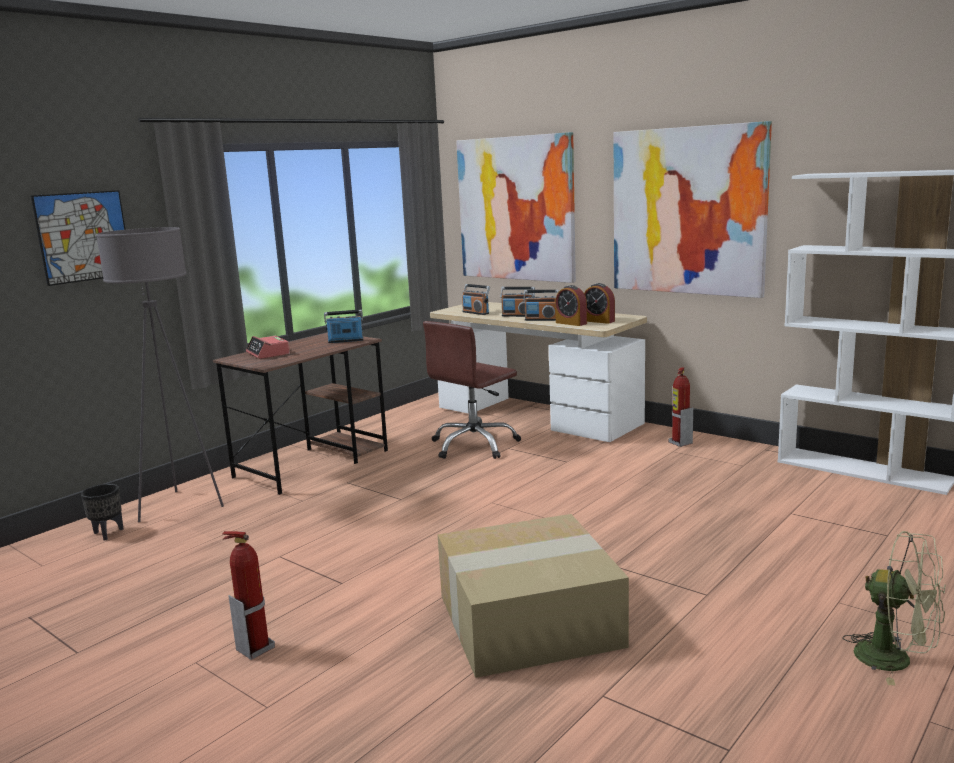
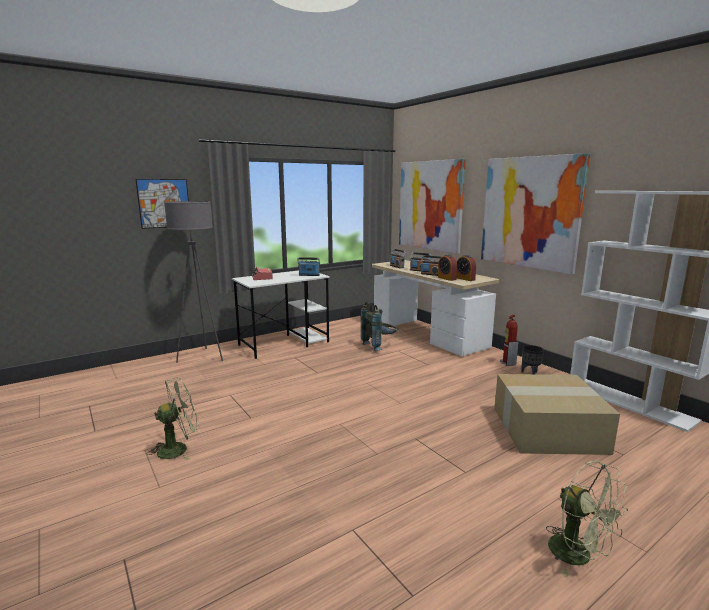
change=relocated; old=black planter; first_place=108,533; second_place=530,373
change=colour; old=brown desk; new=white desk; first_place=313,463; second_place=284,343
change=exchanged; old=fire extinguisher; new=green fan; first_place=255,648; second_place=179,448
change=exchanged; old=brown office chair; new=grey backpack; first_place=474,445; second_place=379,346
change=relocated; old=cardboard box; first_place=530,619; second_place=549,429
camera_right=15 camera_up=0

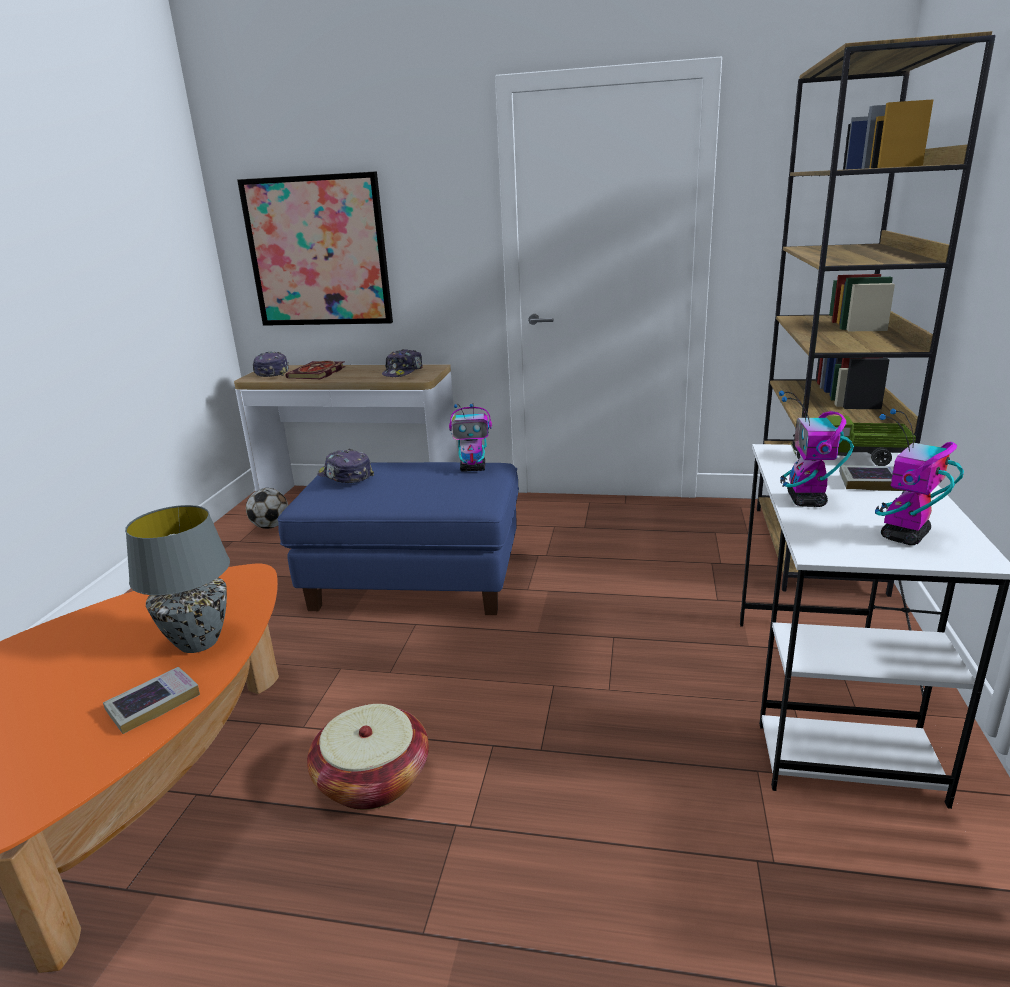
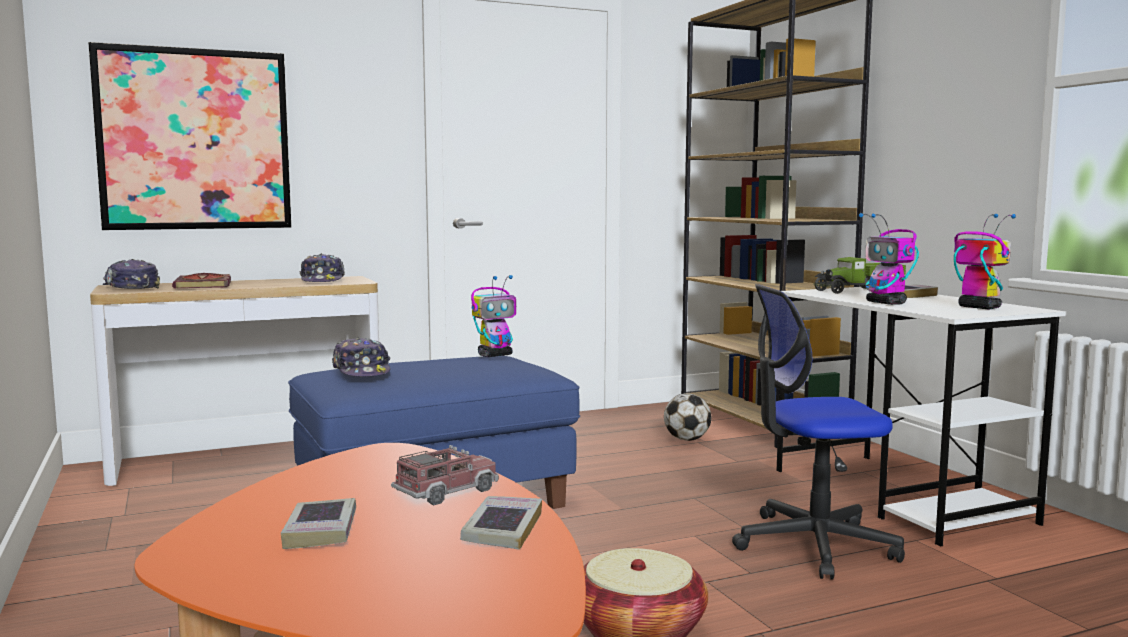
change=exchanged; old=grey table lamp; new=toy truck; first_place=198,642; second_place=446,492
change=relocated; old=football; first_place=270,526; second_place=687,439
change=spun; old=cap; first_place=345,476; second_place=362,371; degrees=-120
change=spun; old=toy robot; first_place=904,536; second_place=978,307; degrees=135
change=appeared; new=book; second_place=321,530
change=appeared; new=office chair; second_place=814,544
camera_right=-35 camera_up=-15

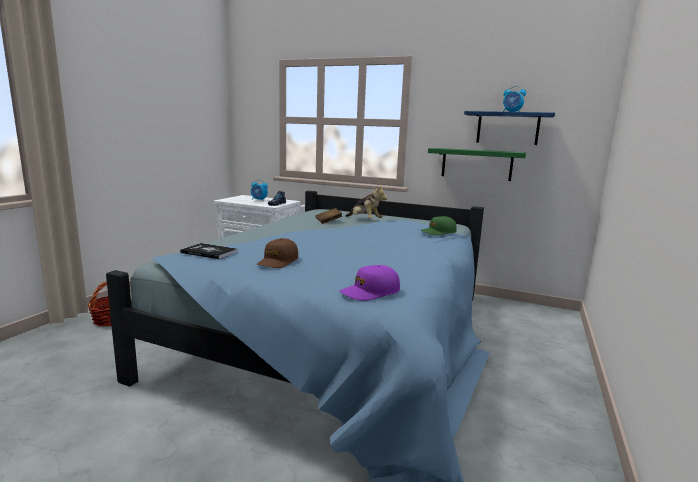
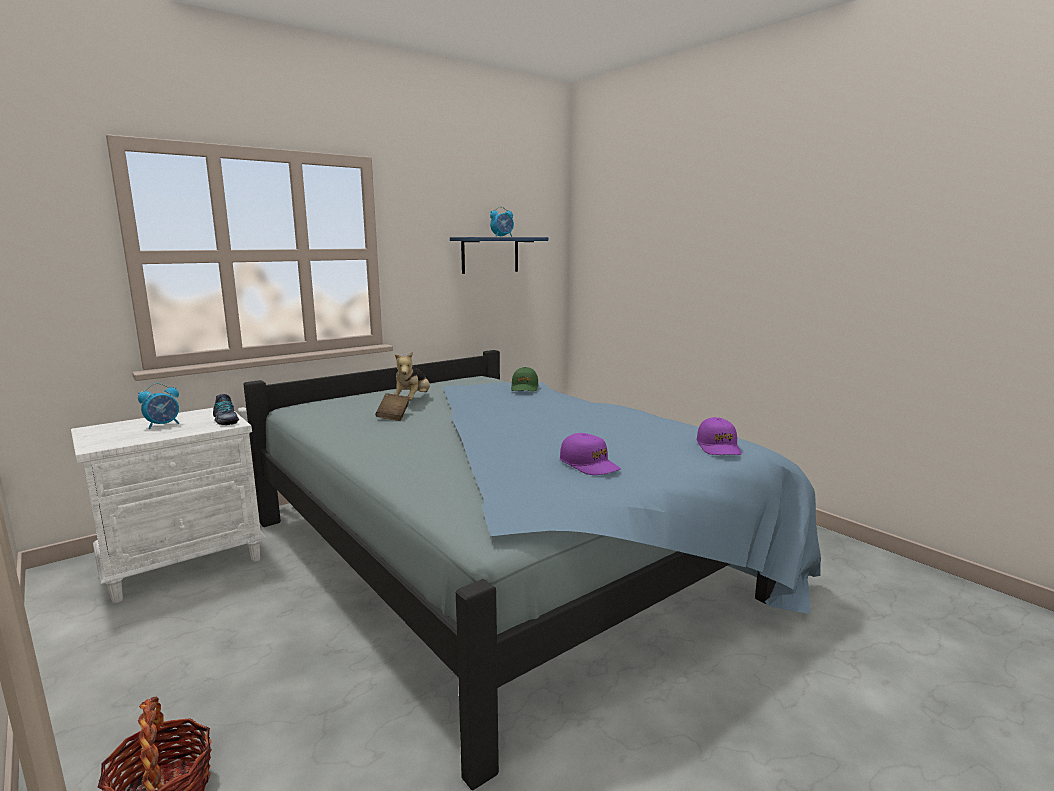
change=missing; old=book; first_place=209,252
change=colour; old=brown cap; new=purple cap; first_place=278,262; second_place=589,465
change=spun; old=plush toy; first_place=365,220; second_place=413,401; degrees=120
change=missing; old=green shelf; first_place=476,164
camera_right=-60 camera_up=0

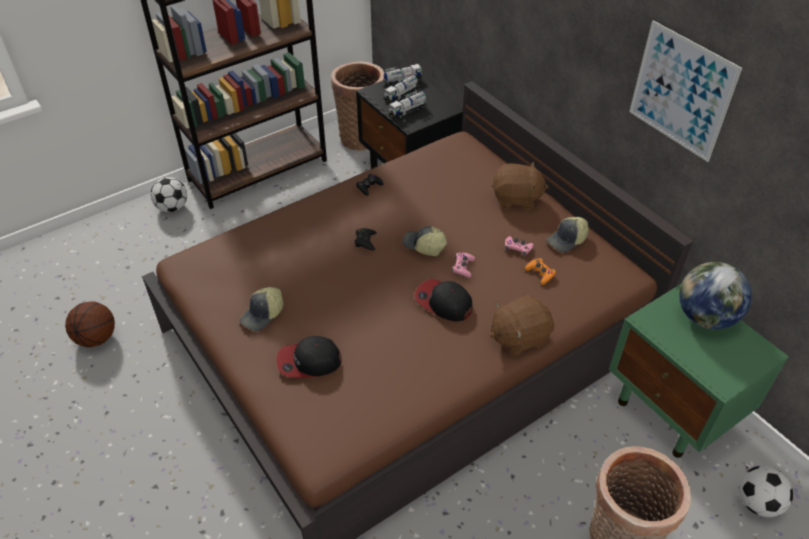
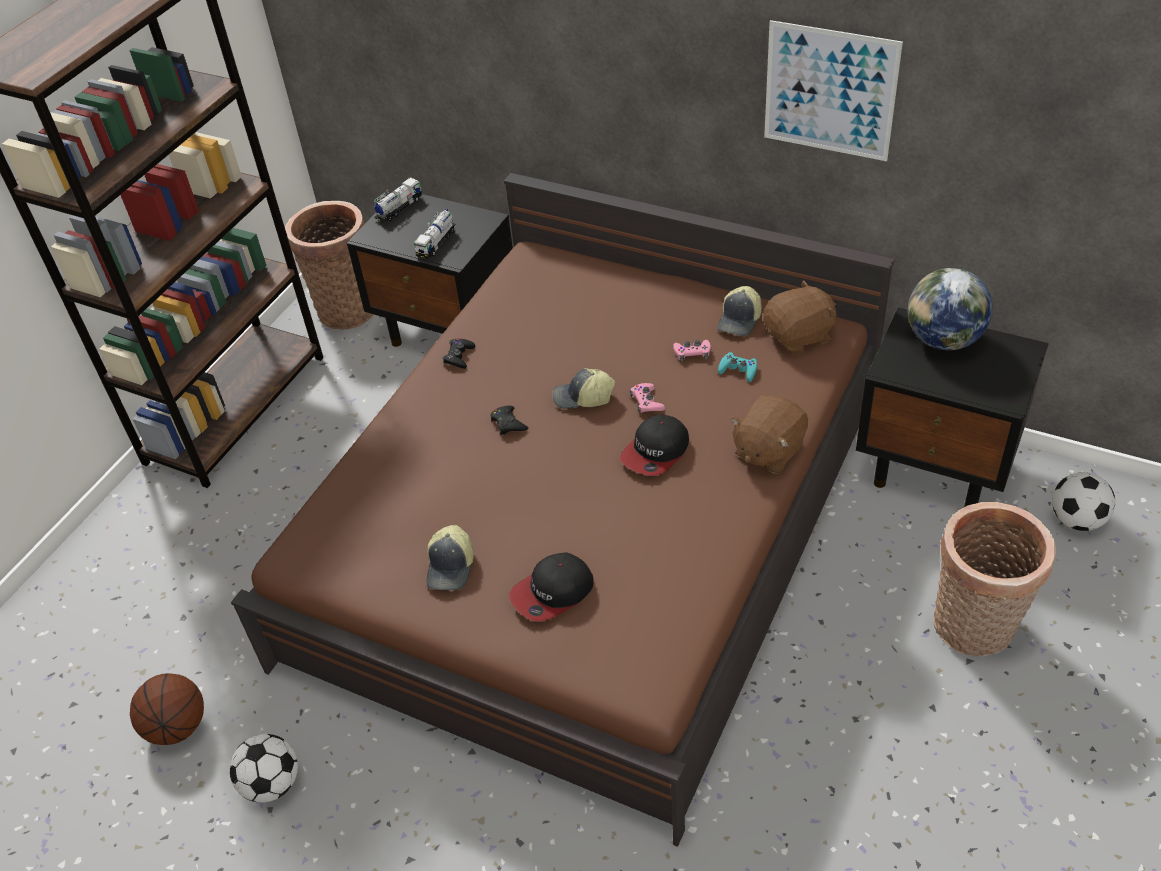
change=relocated; old=football; first_place=172,207; second_place=272,784
change=missing; old=toy truck; first_place=401,95
change=spun; old=cap; first_place=443,302; second_place=656,452; degrees=-60
change=relocated; old=brown plush toy; first_place=516,199; second_place=799,336
change=colour; old=orange game controller; new=turquoise game controller; first_place=540,273; second_place=738,370
change=colour; old=green nightstand; new=black nightstand; first_place=673,411; second_place=937,467
camera_right=-25 camera_up=0

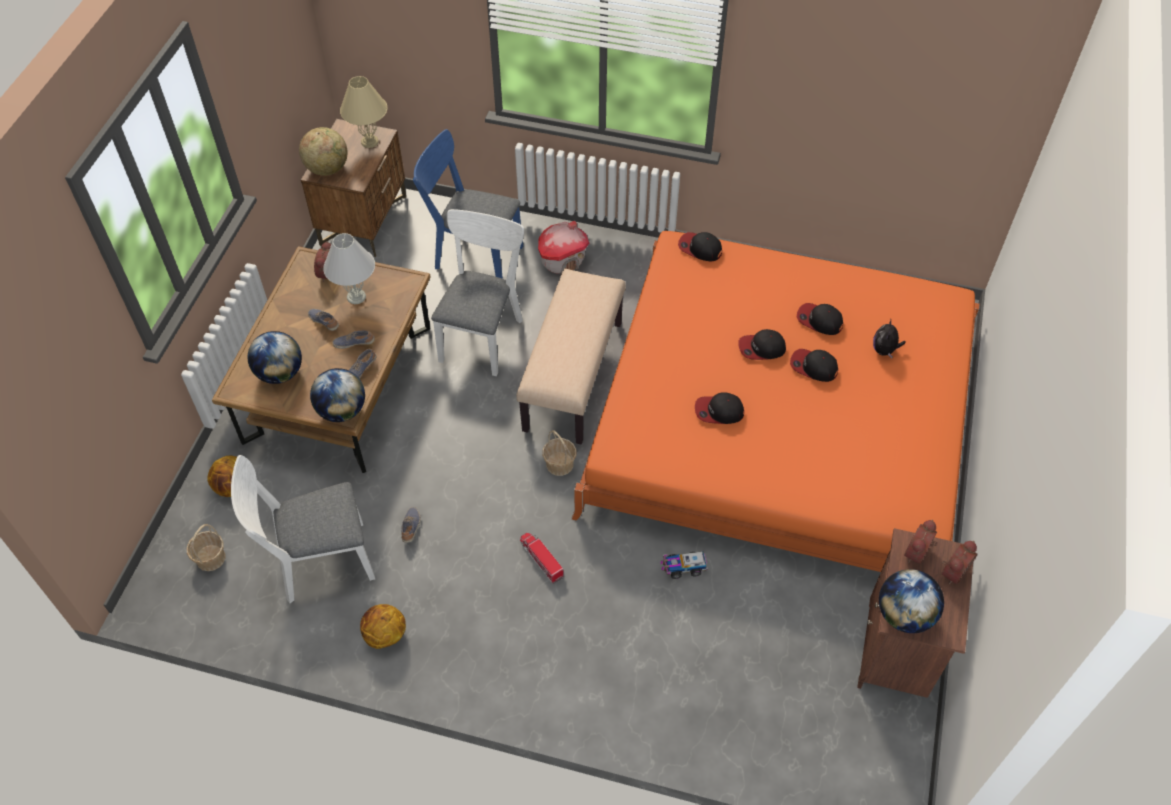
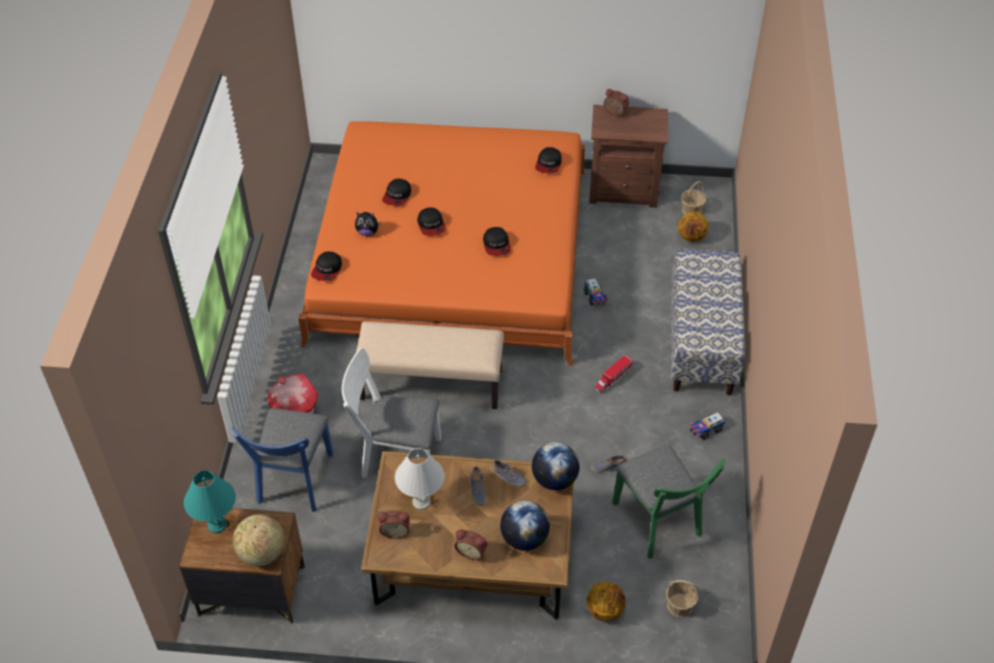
change=colour; old=white chair; new=green chair; first_place=317,562; second_place=660,524
change=missing; old=shoe; first_place=324,322
change=colour; old=beige table lamp; new=turquoise table lamp; first_place=369,142; second_place=217,525
change=relocated; old=basketball; first_place=385,635; second_place=691,237
change=relocated; old=basket; first_place=559,464; second_place=692,210
change=relocated; old=cap; first_place=813,367; second_place=548,164
change=relocated; old=plush toy; first_place=884,350; second_place=367,232
change=missing; old=globe; first_place=904,615
change=relocated; old=alarm clock; first_place=918,554; second_place=471,551
change=appeared; new=bench; second_place=702,343
change=appeared; new=toy truck; second_place=706,429
camera_right=-100 camera_up=-5

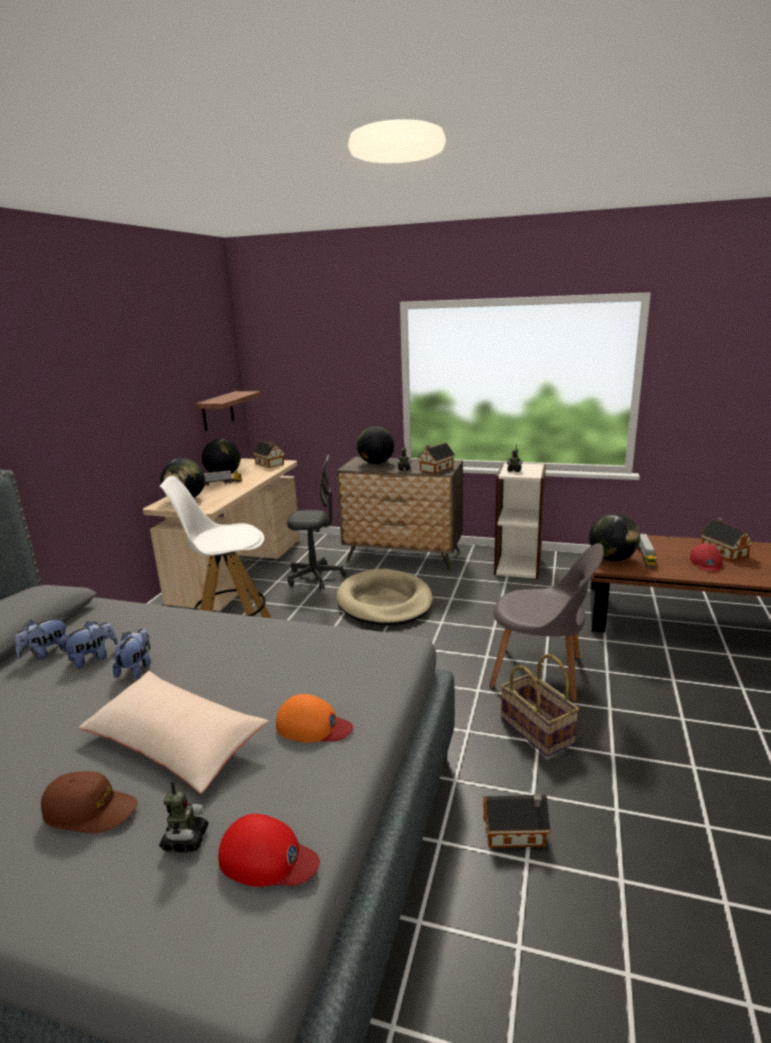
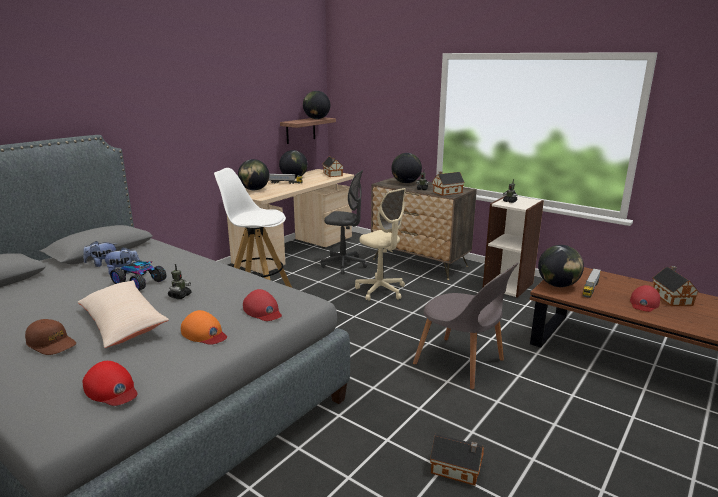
change=exchanged; old=plush toy; new=toy car; first_place=137,669; second_place=140,282
change=relocated; old=toy robot; first_place=185,840; second_place=180,296
change=exchanged; old=beige dog bed; new=beige office chair; first_place=384,602; second_place=380,290
change=relocated; old=toy house; first_place=517,832; second_place=457,470
change=missing; old=basket; first_place=537,730
change=appeared; new=red cap; second_place=263,311
change=appeared; new=globe; second_place=317,119
camera_right=20 camera_up=0

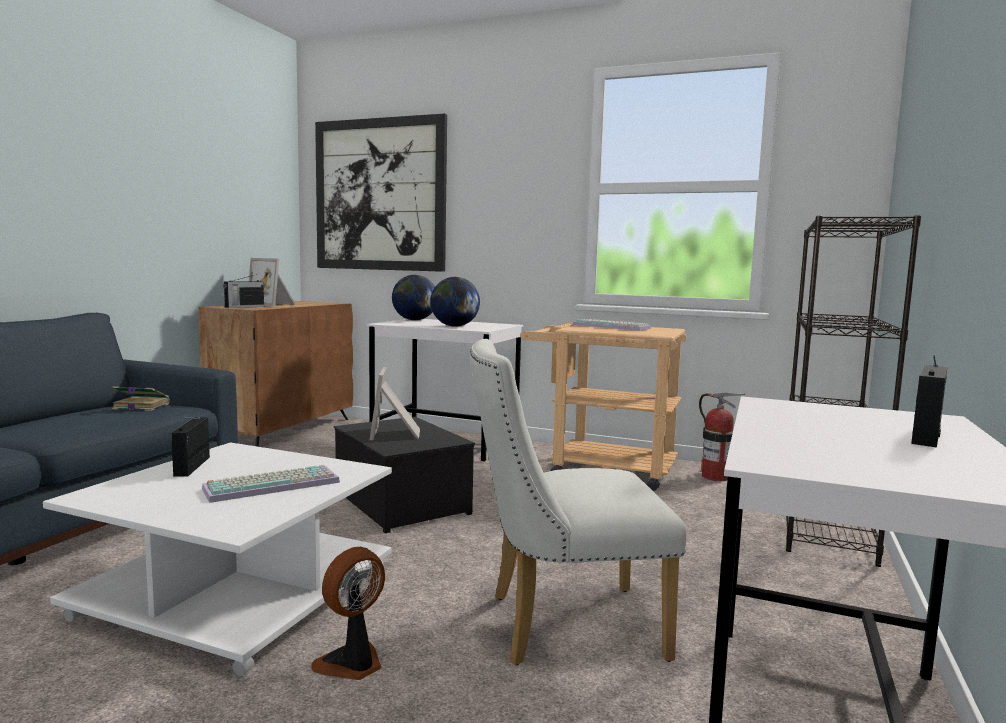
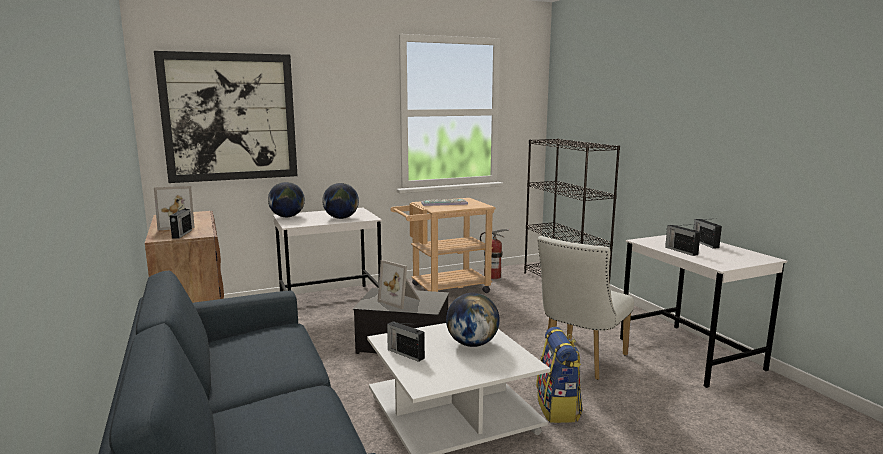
change=missing; old=book; first_place=140,406
change=exchanged; old=keyboard; new=globe; first_place=273,484; second_place=472,344
change=exchanged; old=fan; new=backpack; first_place=352,664; second_place=558,408
change=appeared; new=radio; second_place=680,250
camera_right=-45 camera_up=5

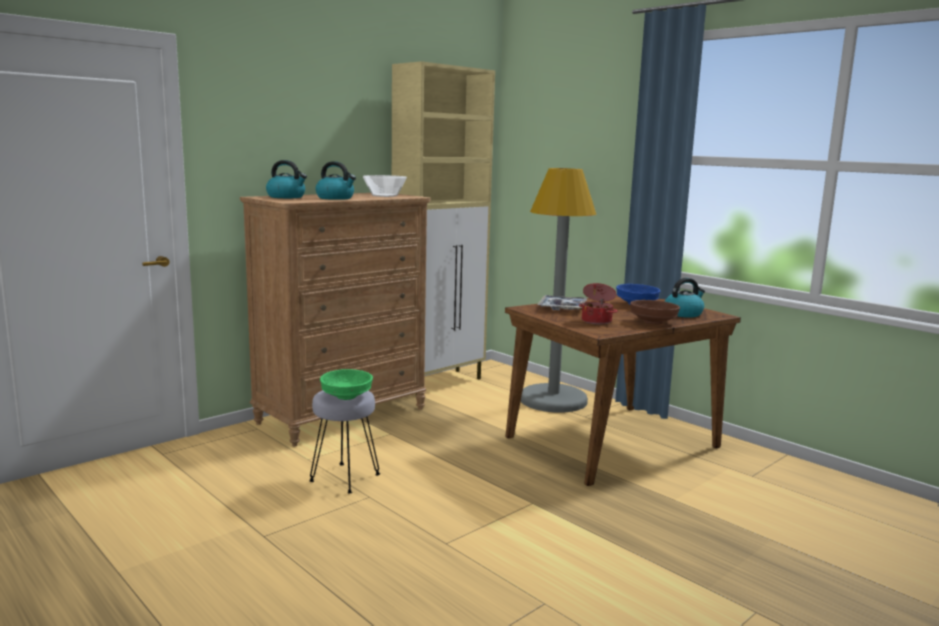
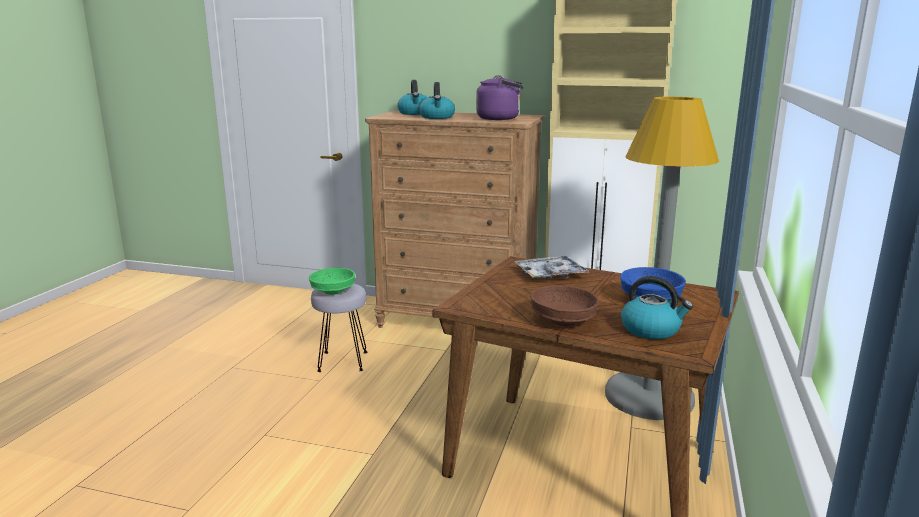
change=exchanged; old=bowl; new=purple kettle; first_place=385,196; second_place=501,118
change=missing; old=cooking pot; first_place=597,321
camera_right=60 camera_up=5

